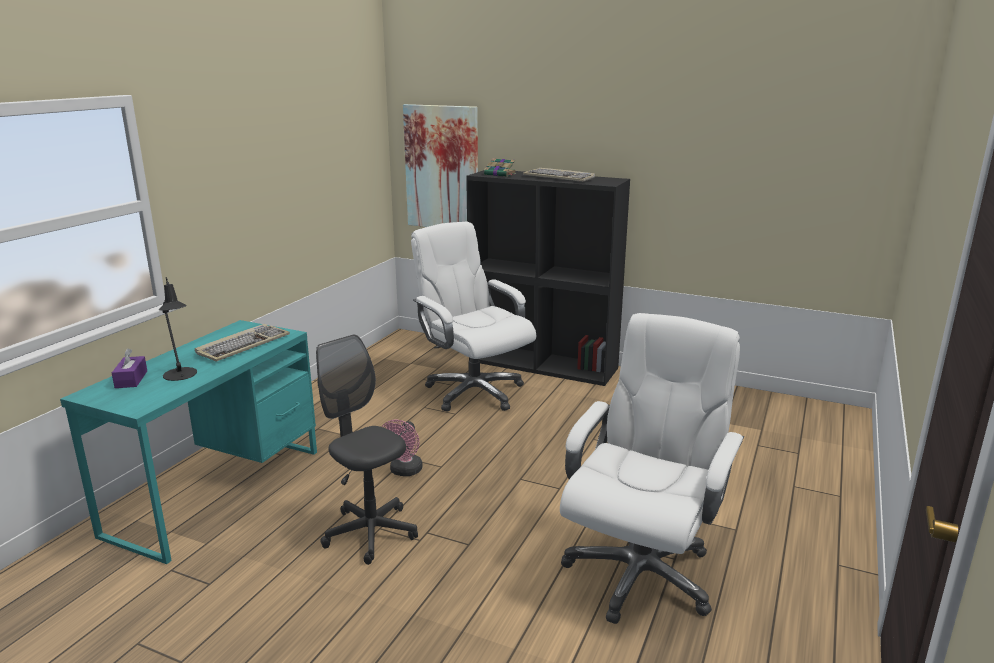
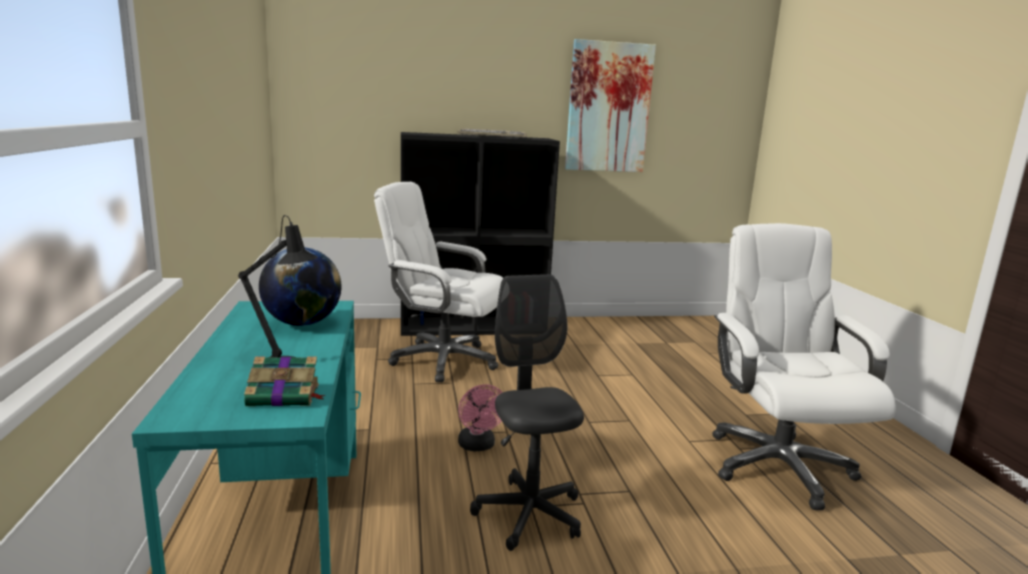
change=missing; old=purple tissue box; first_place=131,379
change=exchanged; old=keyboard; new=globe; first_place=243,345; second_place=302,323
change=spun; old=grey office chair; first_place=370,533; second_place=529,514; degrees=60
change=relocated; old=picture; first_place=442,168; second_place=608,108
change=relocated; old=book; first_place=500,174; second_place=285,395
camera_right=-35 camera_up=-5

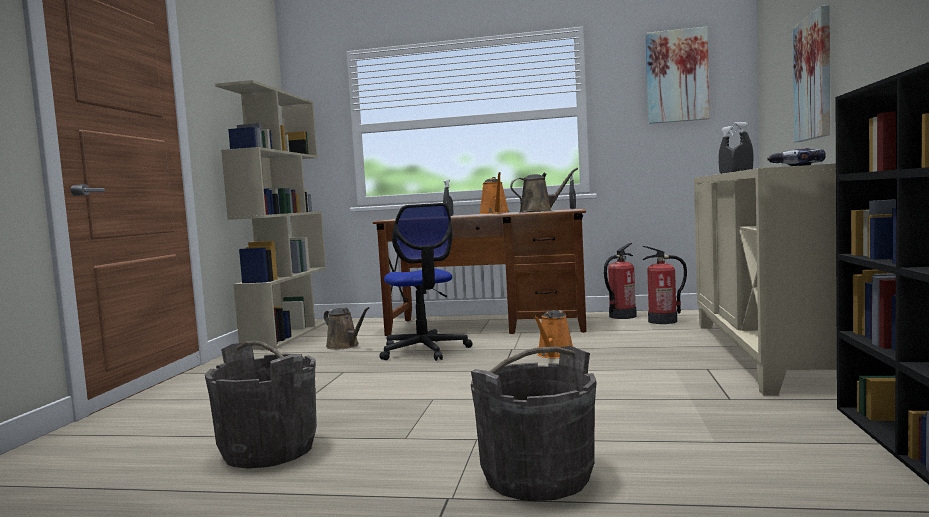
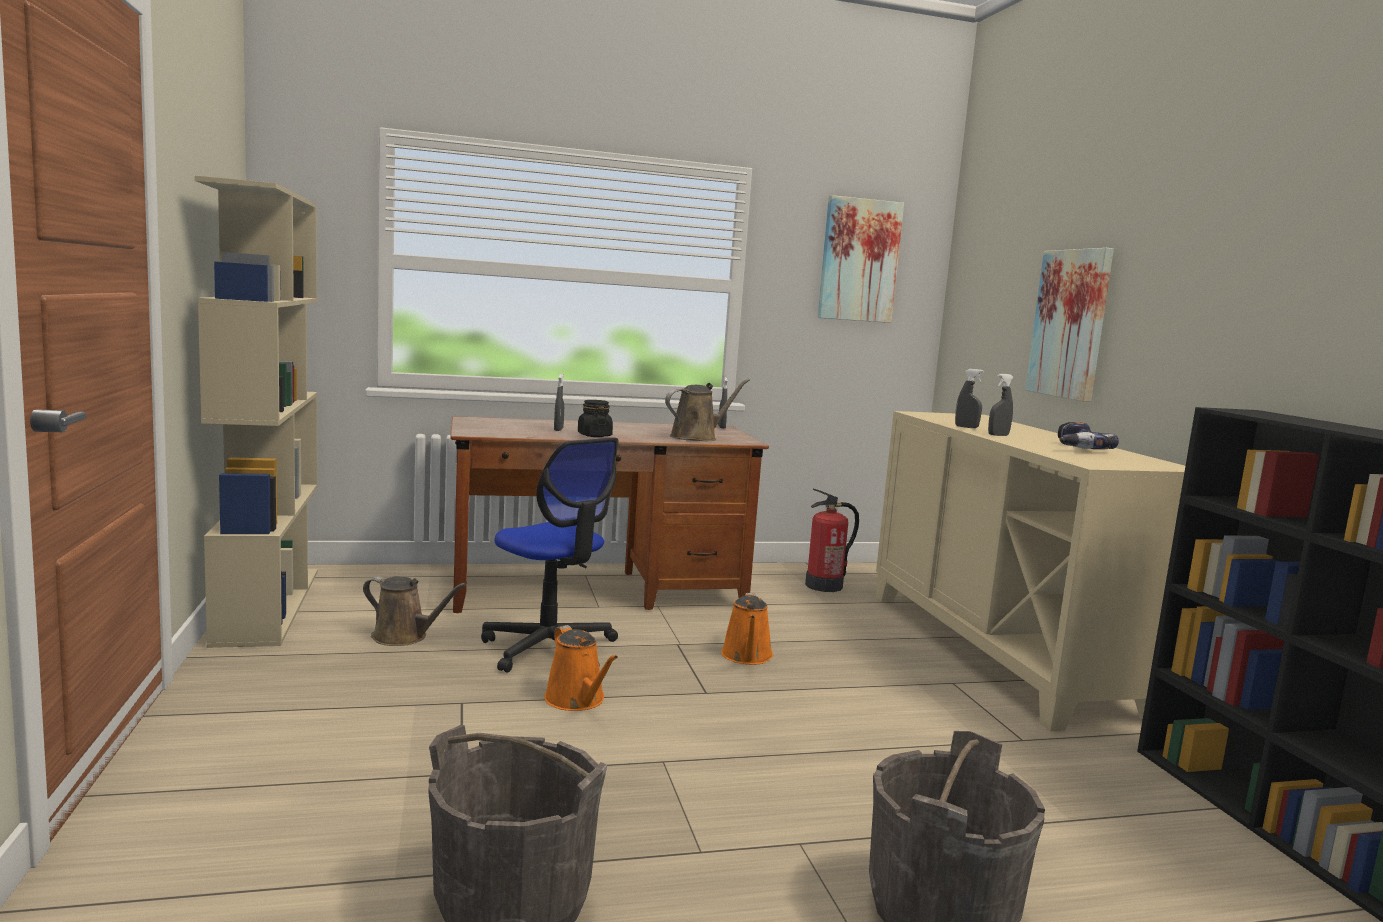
change=relocated; old=orange watering can; first_place=495,213; second_place=577,700
change=missing; old=fire extinguisher; first_place=622,316
change=appeared; new=black jar; second_place=594,435
camera_right=-25 camera_up=5

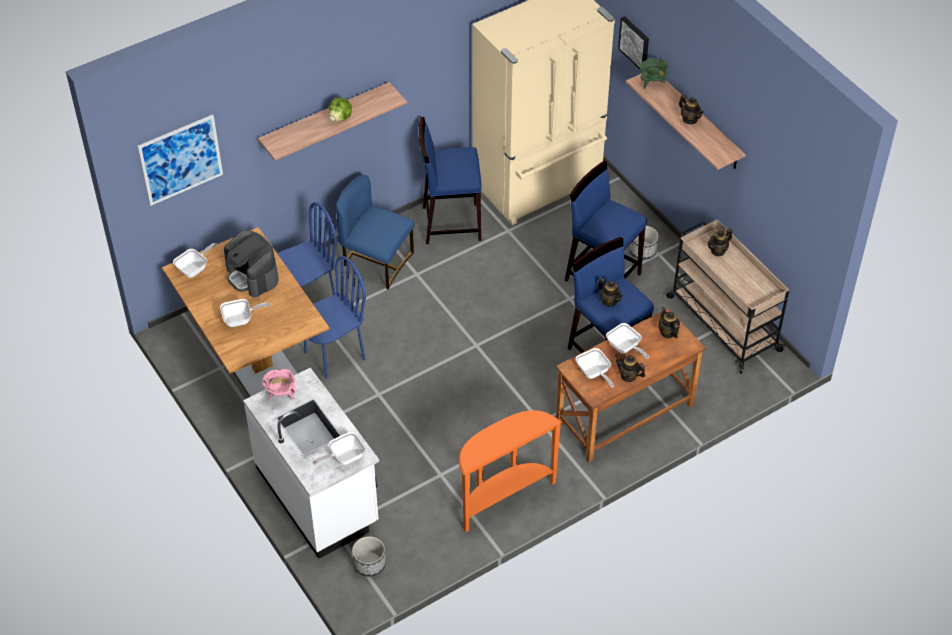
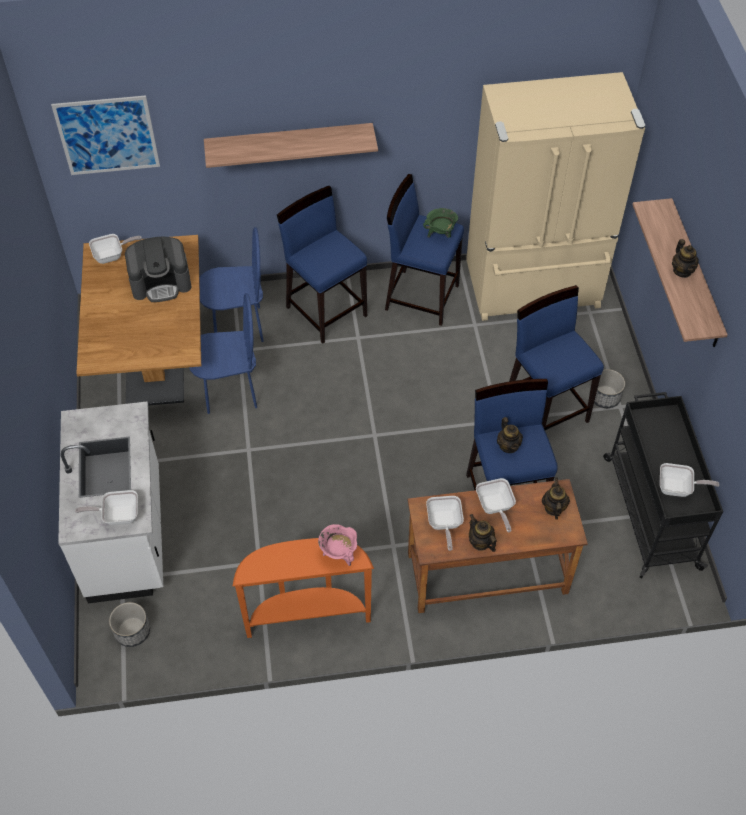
change=relocated; old=frying pan; first_place=241,319; second_place=678,488
change=spun; old=coffee machine; first_place=253,275; second_place=161,282; degrees=-90
change=relocated; old=pink cooking pot; first_place=281,394; second_place=339,554
change=missing; old=lettuce; first_place=340,118
change=exchanged; old=blue chair; new=blue stool; first_place=376,261; second_place=326,310
change=missing; old=picture; first_place=635,42
change=relocated; old=green cooking pot; first_place=652,82; second_place=440,234
change=colour; old=beige cart; new=black cart; first_place=722,323; second_place=650,510
change=missing; old=teapot; first_place=718,251
camera_right=25 camera_up=5

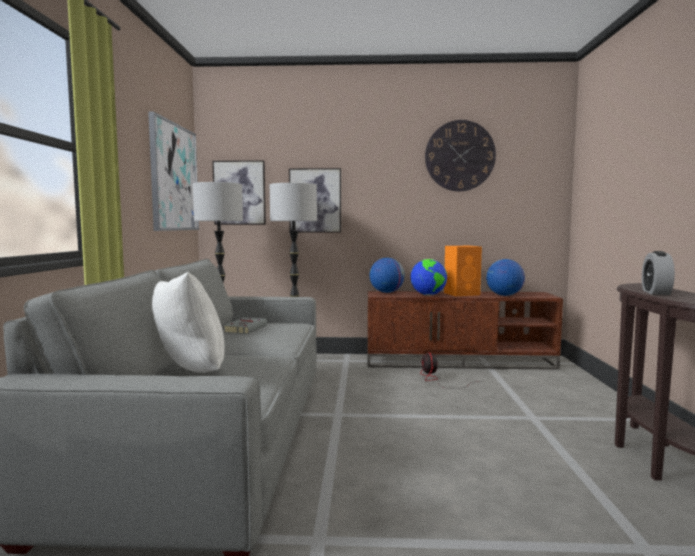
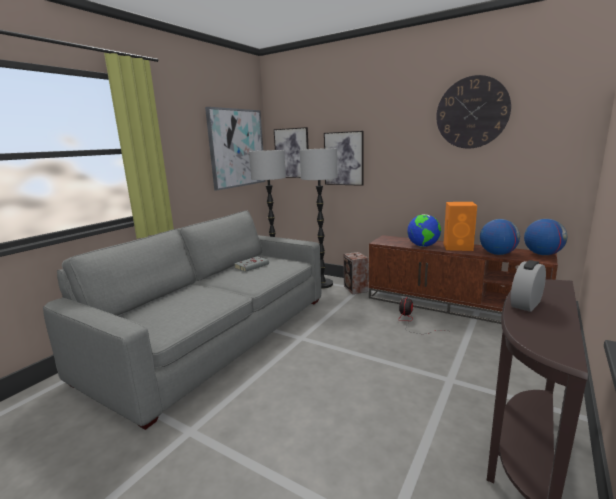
change=missing; old=white pillow; first_place=188,373
change=relocated; old=globe; first_place=386,292; second_place=542,254
change=appeared; new=speaker; second_place=355,289
camera_right=30 camera_up=10

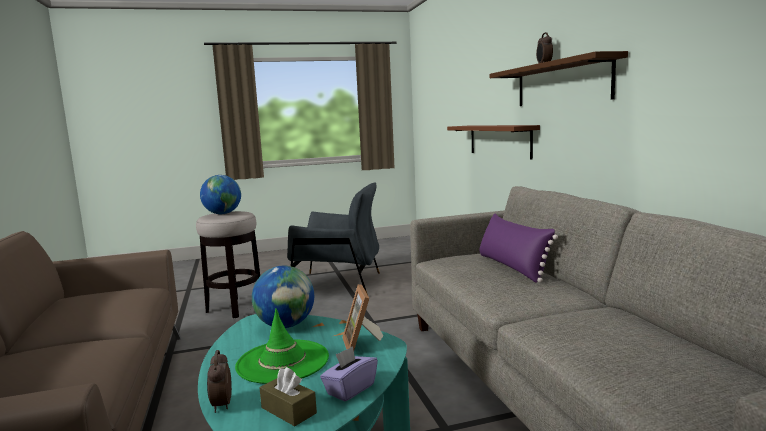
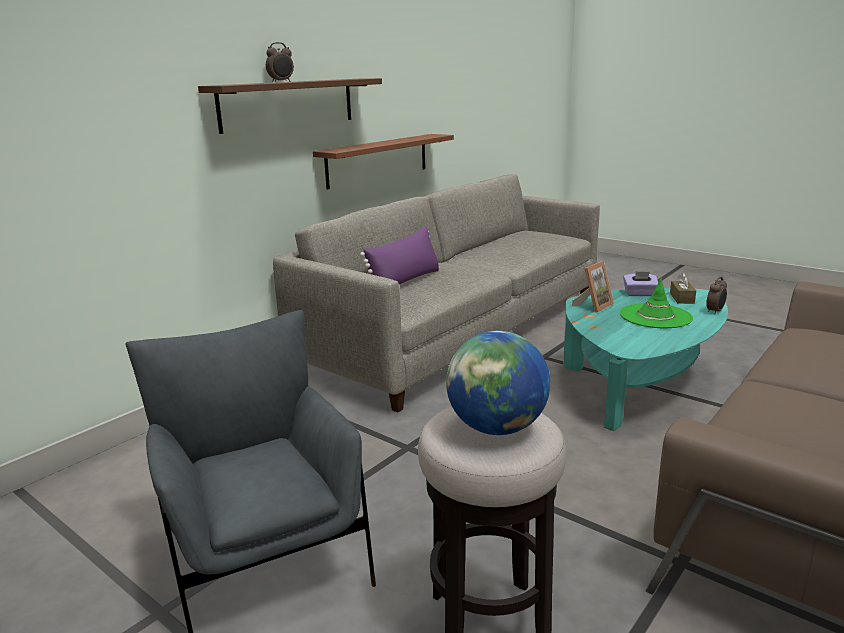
change=missing; old=globe; first_place=286,325
change=relocated; old=brown shelf; first_place=499,140; second_place=378,160
camera_right=-125 camera_up=10

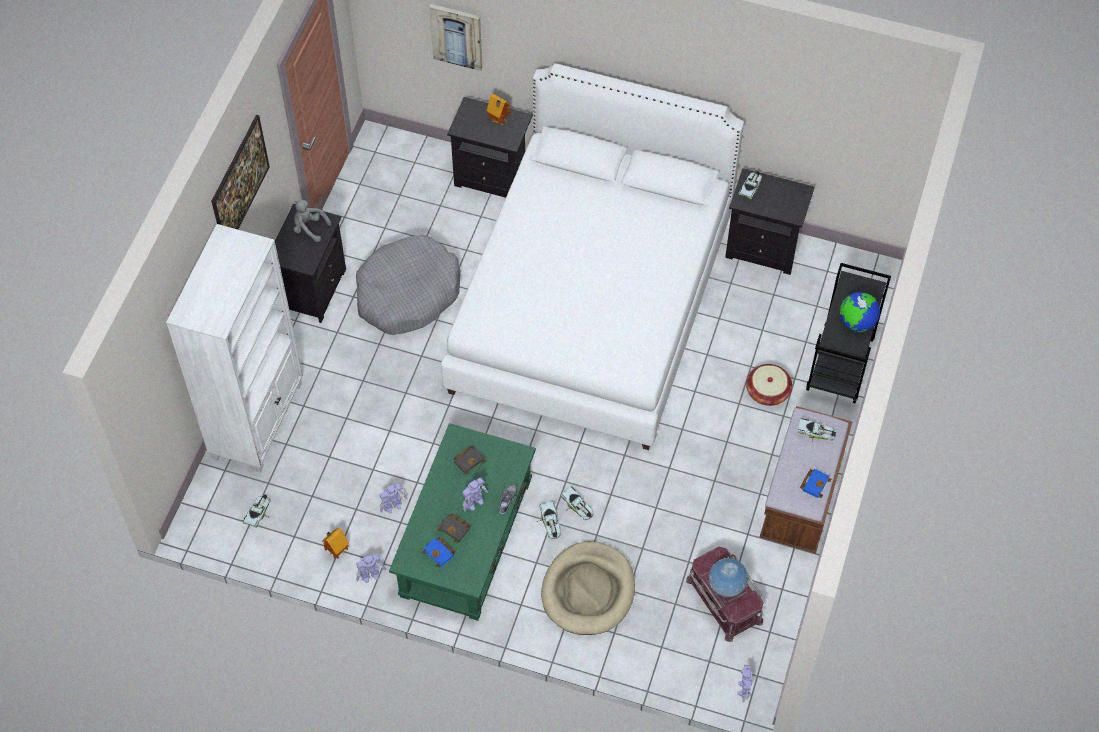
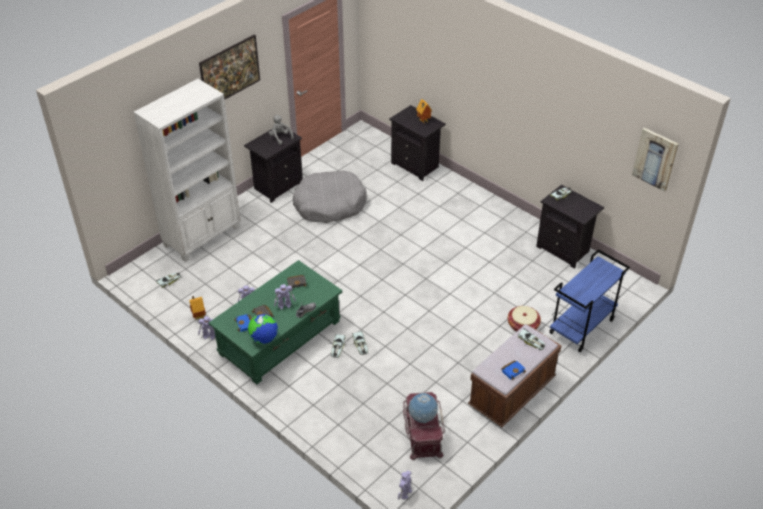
change=relocated; old=picture; first_place=457,36; second_place=655,159
change=missing; old=white bed; first_place=591,304
change=missing; old=beige dog bed; first_place=588,591
change=colour; old=black cart; new=blue cart; first_place=840,365; second_place=581,327
change=relocated; old=globe; first_place=857,322; second_place=264,338
camera_right=25 camera_up=-15

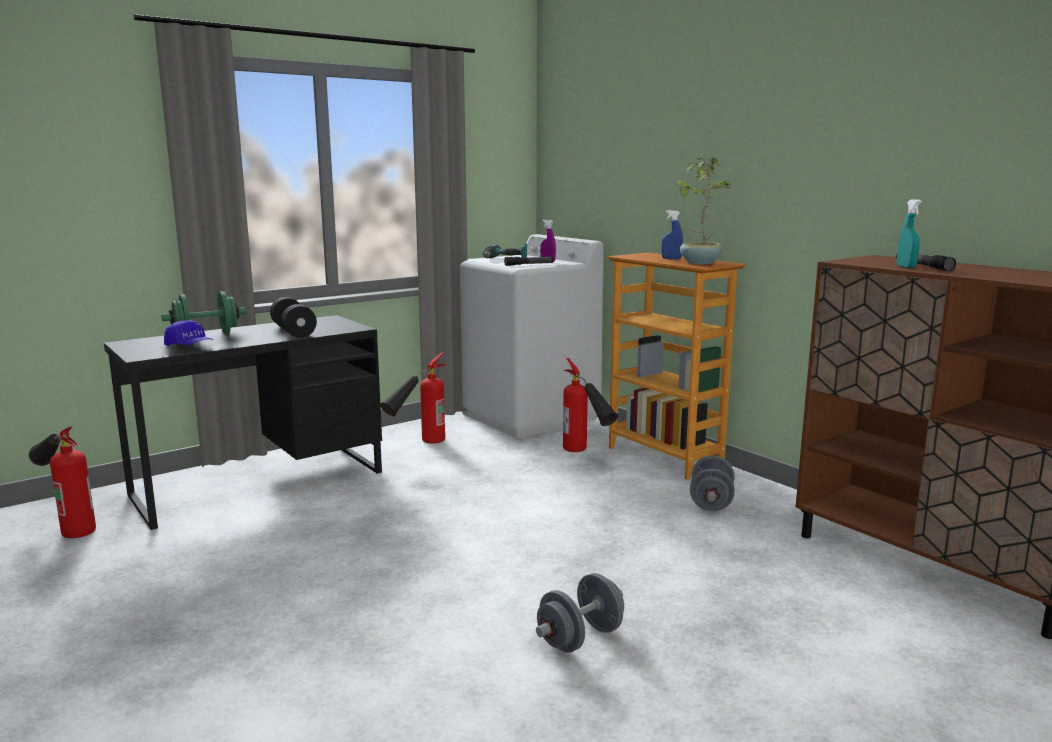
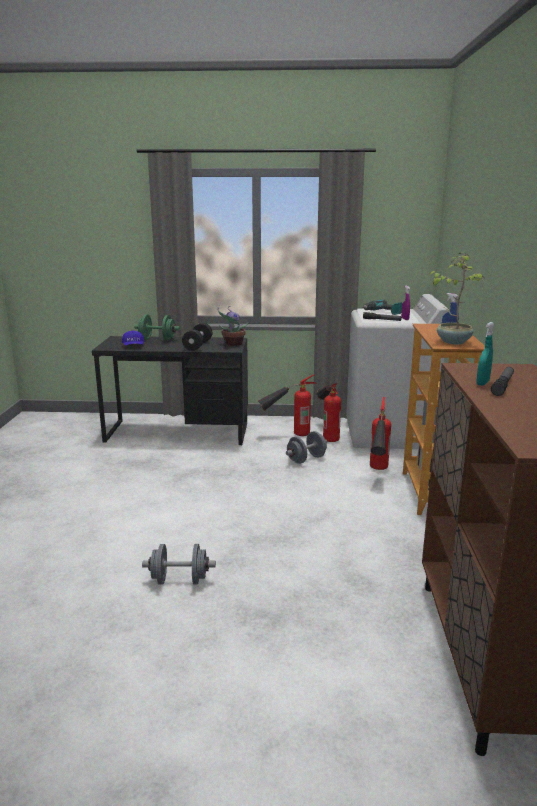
change=relocated; old=fire extinguisher; first_place=68,523; second_place=327,433
change=relocated; old=grey dumbbell; first_place=711,502; second_place=306,459
change=appeared; new=potted plant; second_place=232,344
camera_right=40 camera_up=5

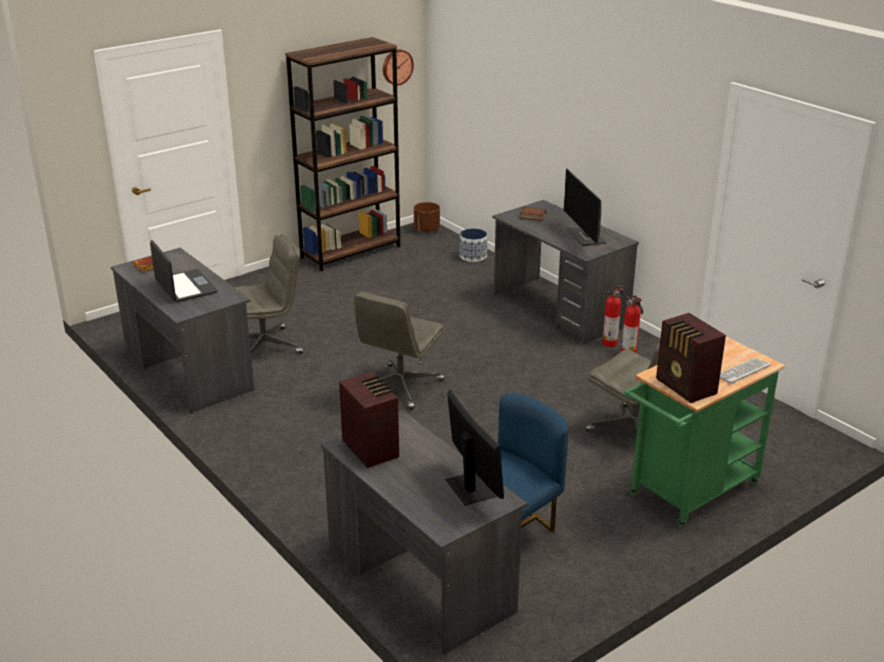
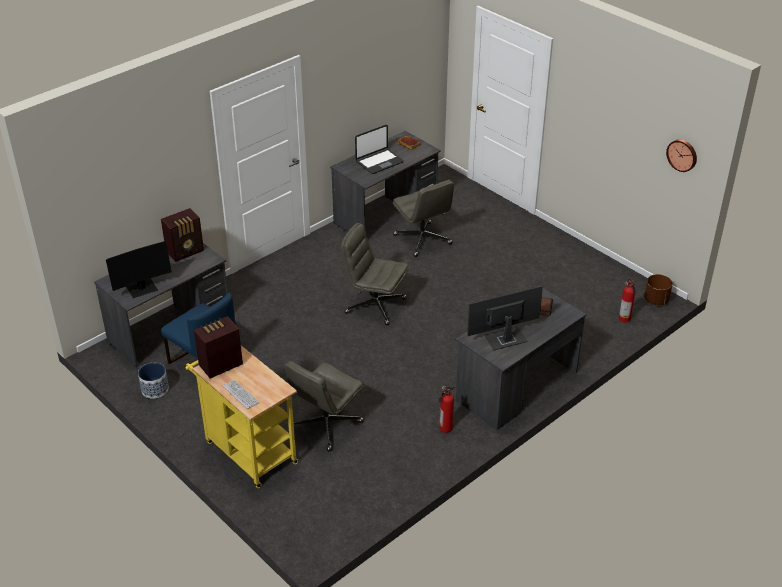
change=missing; old=brown bookcase; first_place=351,252
change=relocated; old=planter; first_place=473,256; second_place=154,389
change=relocated; old=fire extinguisher; first_place=611,343; second_place=624,319
change=colour; old=green cart; new=yellow cart; first_place=688,493; second_place=247,450
camera_right=85 camera_up=10

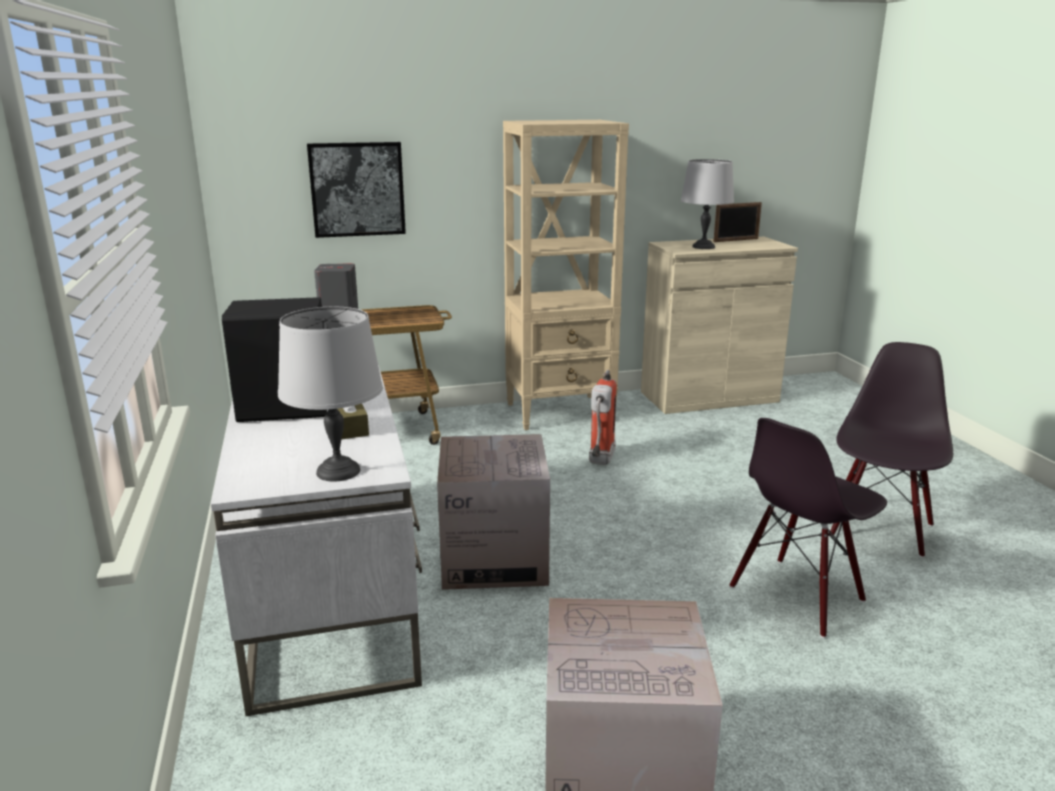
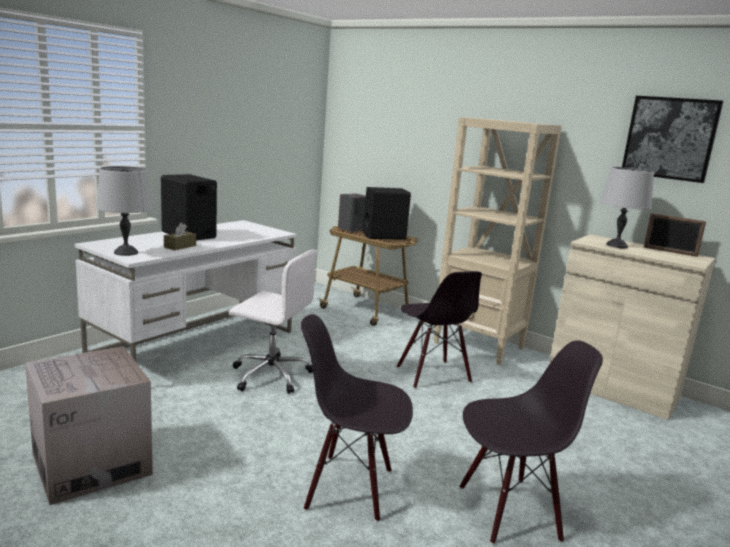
change=relocated; old=picture; first_place=357,189; second_place=670,138
change=exchanged; old=cardboard box; new=white office chair; first_place=494,558; second_place=270,375
change=exchanged; old=fire extinguisher; new=black chair; first_place=600,461; second_place=432,375
change=appeared; new=black speaker; second_place=384,236
camera_right=50 camera_up=-5

